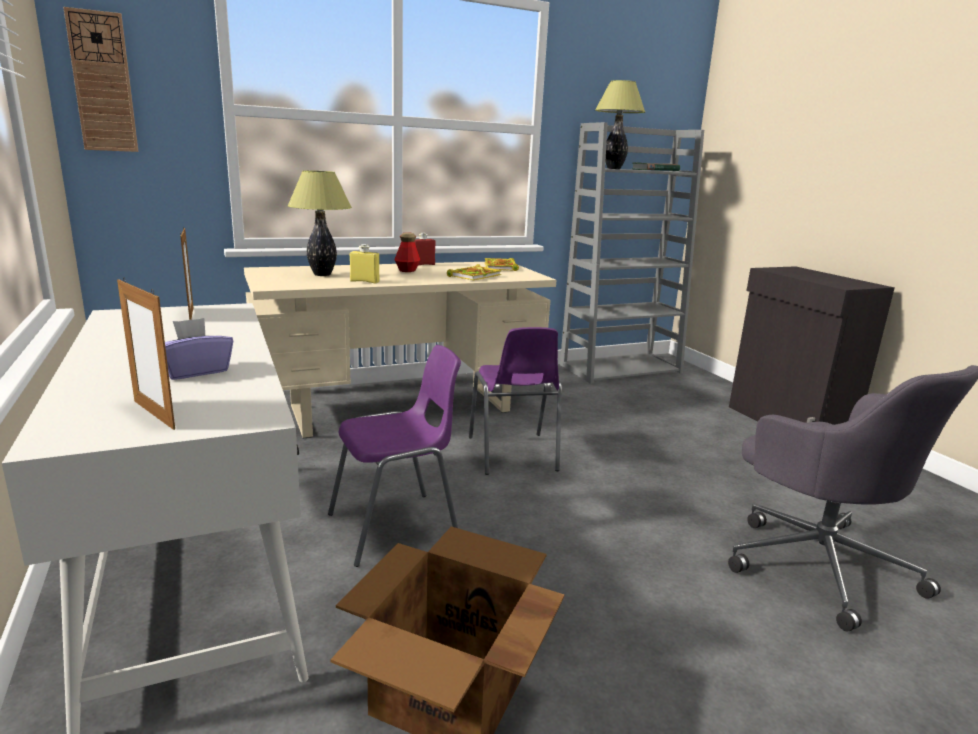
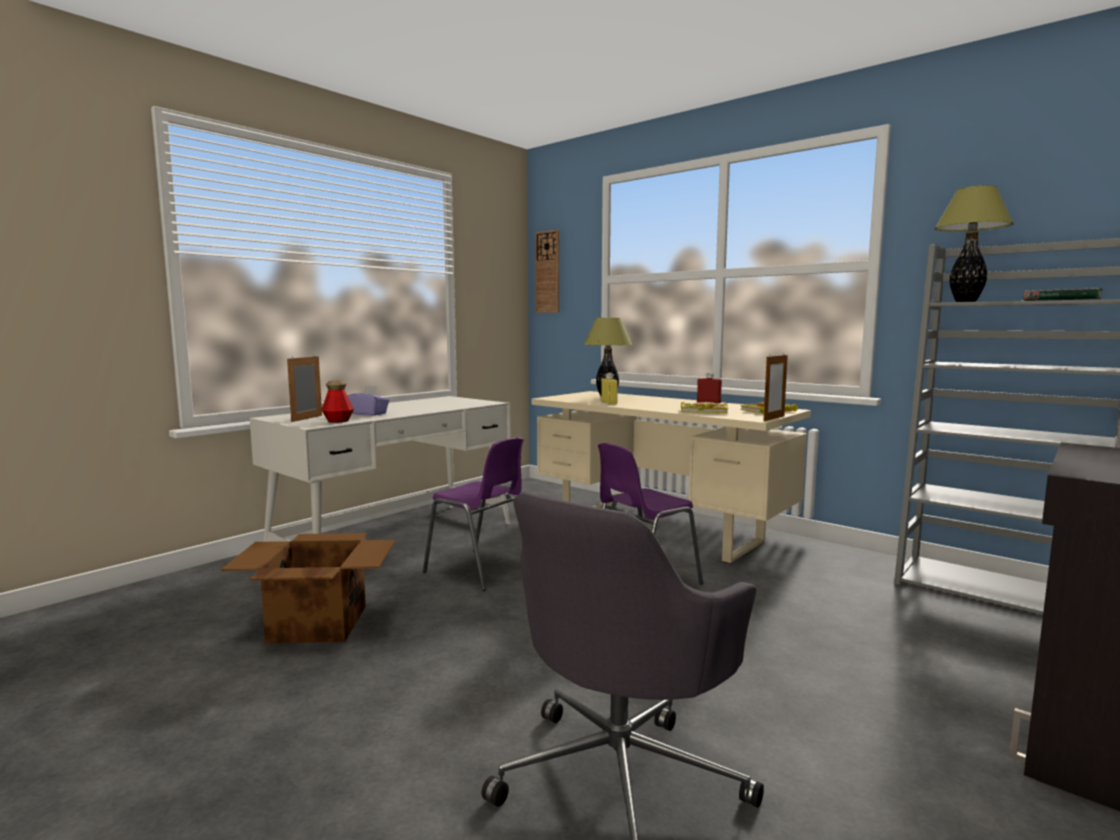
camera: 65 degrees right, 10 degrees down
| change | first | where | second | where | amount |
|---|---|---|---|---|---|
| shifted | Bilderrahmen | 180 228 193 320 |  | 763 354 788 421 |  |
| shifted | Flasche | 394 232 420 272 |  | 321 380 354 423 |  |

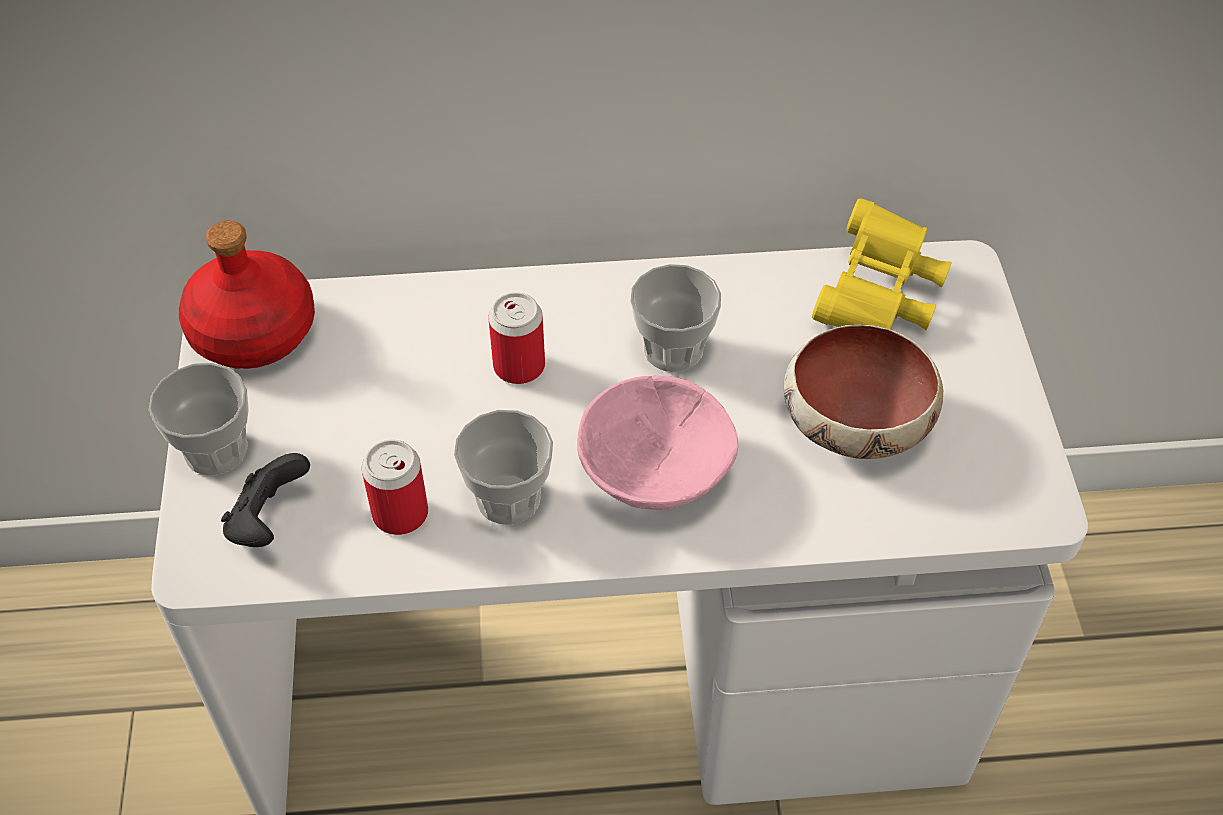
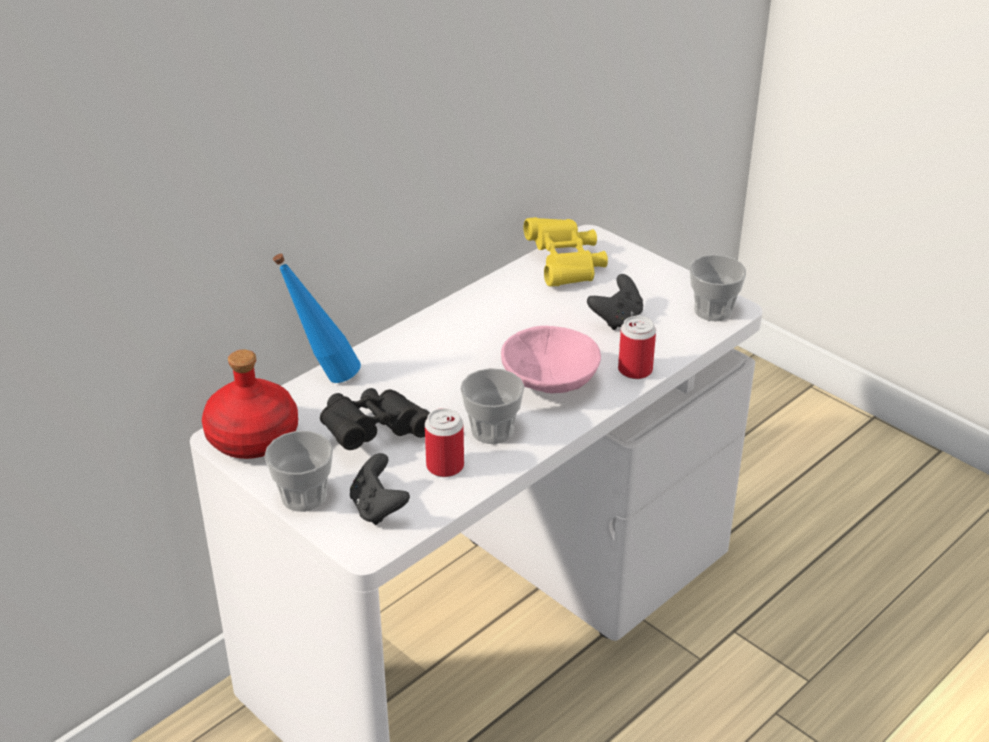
camera: 40 degrees left, 15 degrees down
| change | first | where | second | where | amount |
|---|---|---|---|---|---|
| shifted | Tasse | 630 264 721 372 |  | 690 255 746 321 |  |
| shifted | Dose | 488 292 545 384 |  | 618 316 656 379 |  |
| swapped | Schüssel | 784 325 943 459 | Gamepad [schwarz] | 587 274 643 330 |  |
| new |  |  | Flasche [blau] | 273 254 361 383 |  |
| new |  |  | Fernglas [schwarz] | 320 388 430 450 |  |

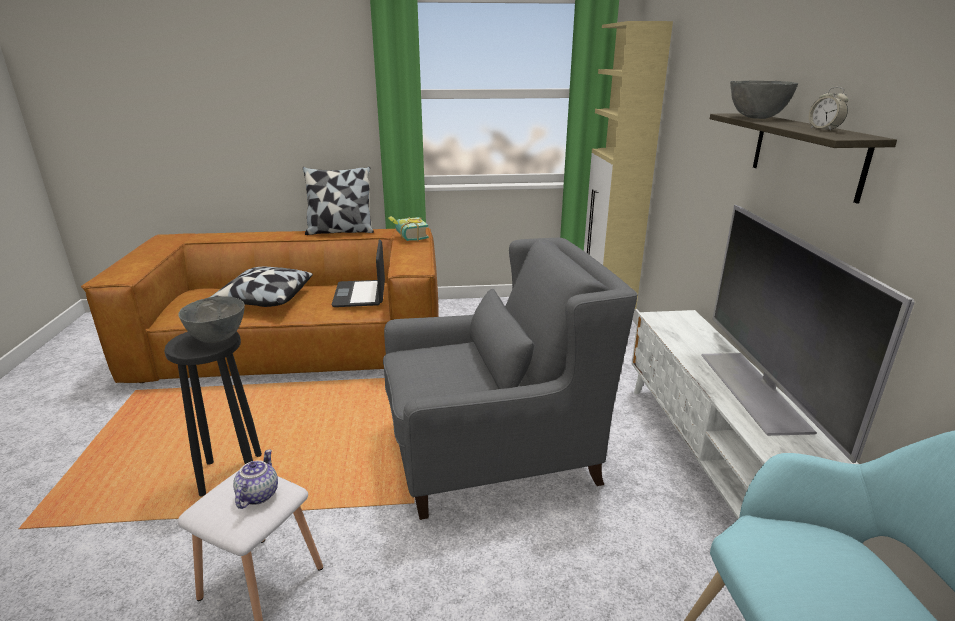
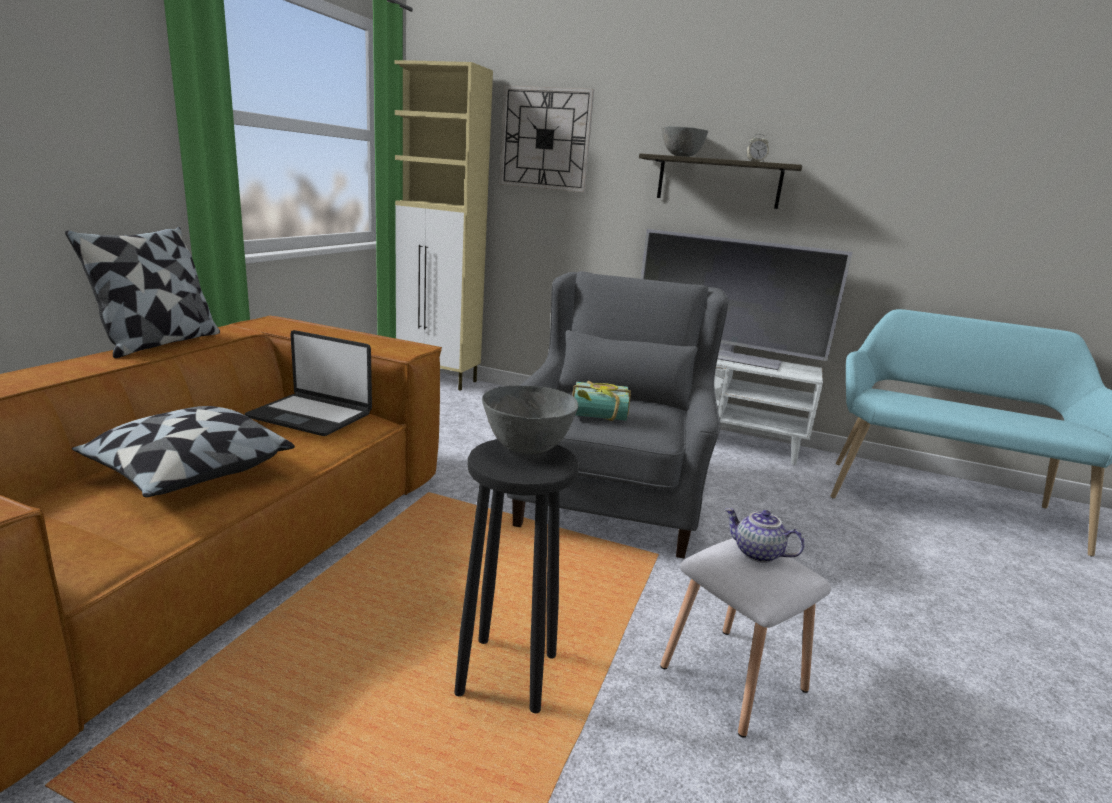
camera: 65 degrees left, 5 degrees down
| change | first | where | second | where | amount |
|---|---|---|---|---|---|
| shifted | Buch | 388 216 429 242 |  | 572 381 631 421 |  |
| new |  |  | Wanduhr | 500 86 594 192 |  |

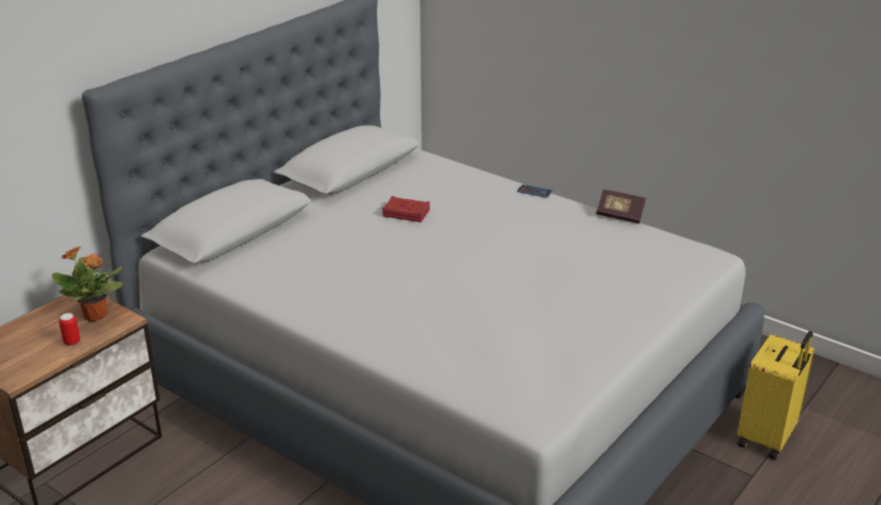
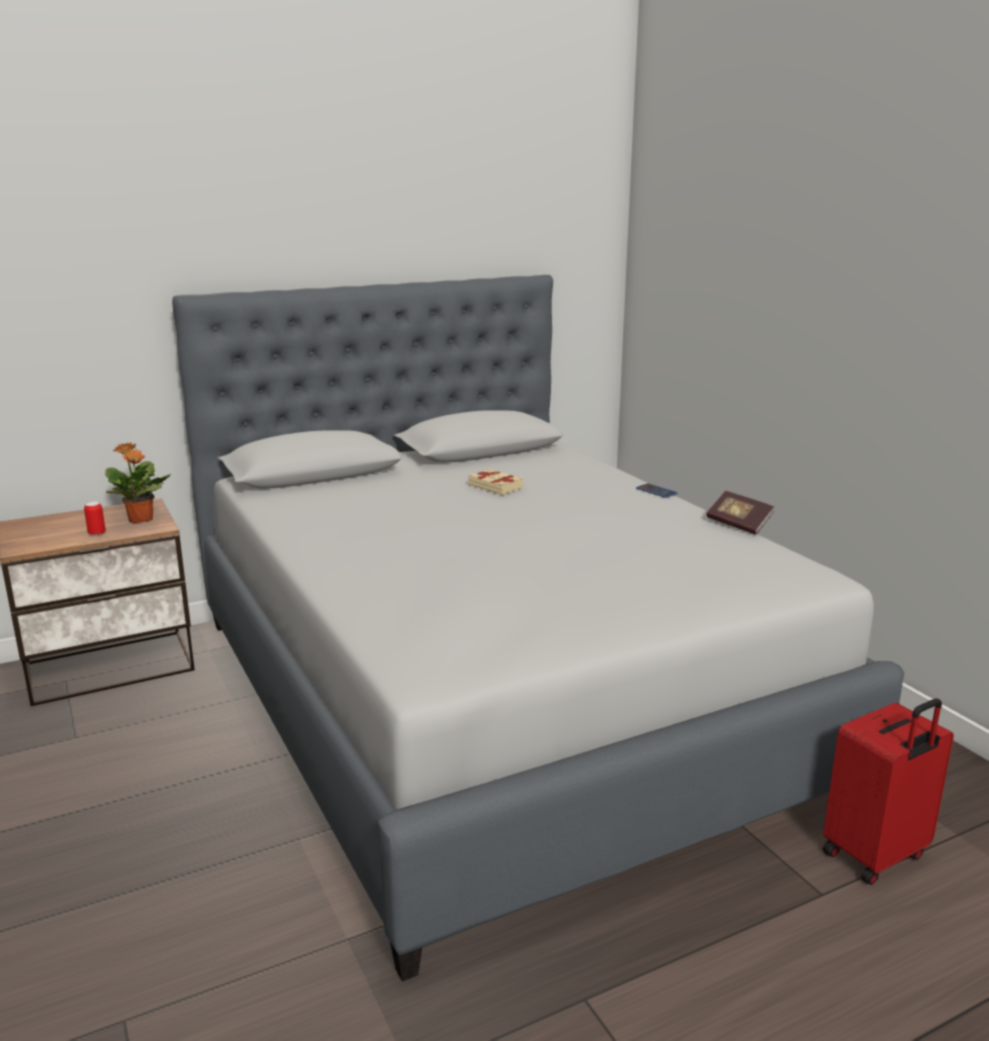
camera: 25 degrees right, 10 degrees down
| change | first | where | second | where | amount |
|---|---|---|---|---|---|
| repainted | Buch [rot] | 382 196 430 222 | Buch [beige] | 468 468 523 495 |  |
| repainted | Koffer [gelb] | 737 331 815 460 | Koffer [rot] | 823 698 954 885 |  |

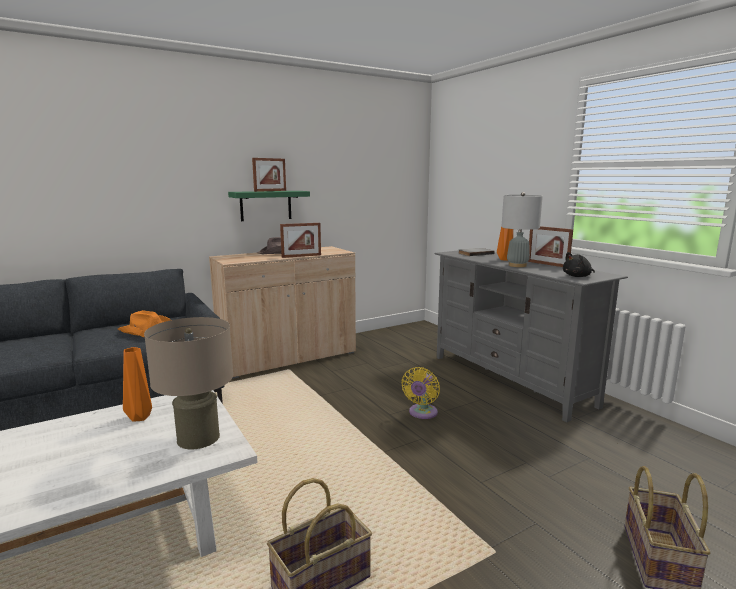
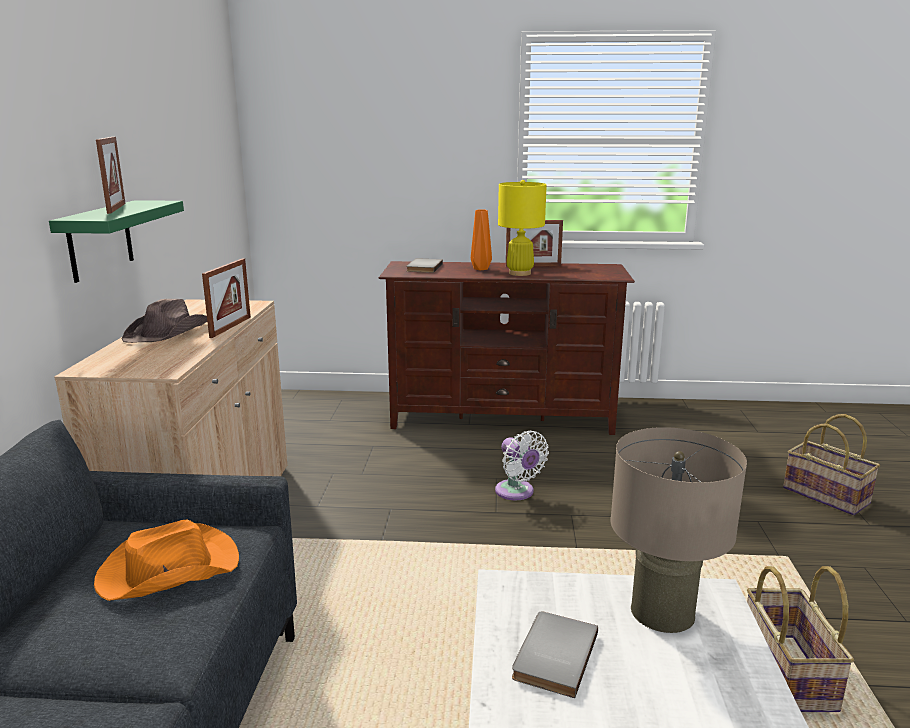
camera: 55 degrees left, 5 degrees up
| change | first | where | second | where | amount |
|---|---|---|---|---|---|
| repainted | Tischlampe [grau] | 501 192 543 267 | Tischlampe [gelb] | 498 180 547 276 |  |
| repainted | Fernsehschrank [grau] | 435 250 628 422 | Fernsehschrank [braun] | 378 261 635 435 |  |
| gone | Plüschtier [schwarz] | 563 252 595 277 |  |  |  |
| swapped | Vase [orange] | 123 347 152 422 | Buch [grau] | 512 611 598 698 |  |
| repainted | Ventilator [gelb] | 401 367 440 419 | Ventilator [weiß] | 495 431 549 500 |  |

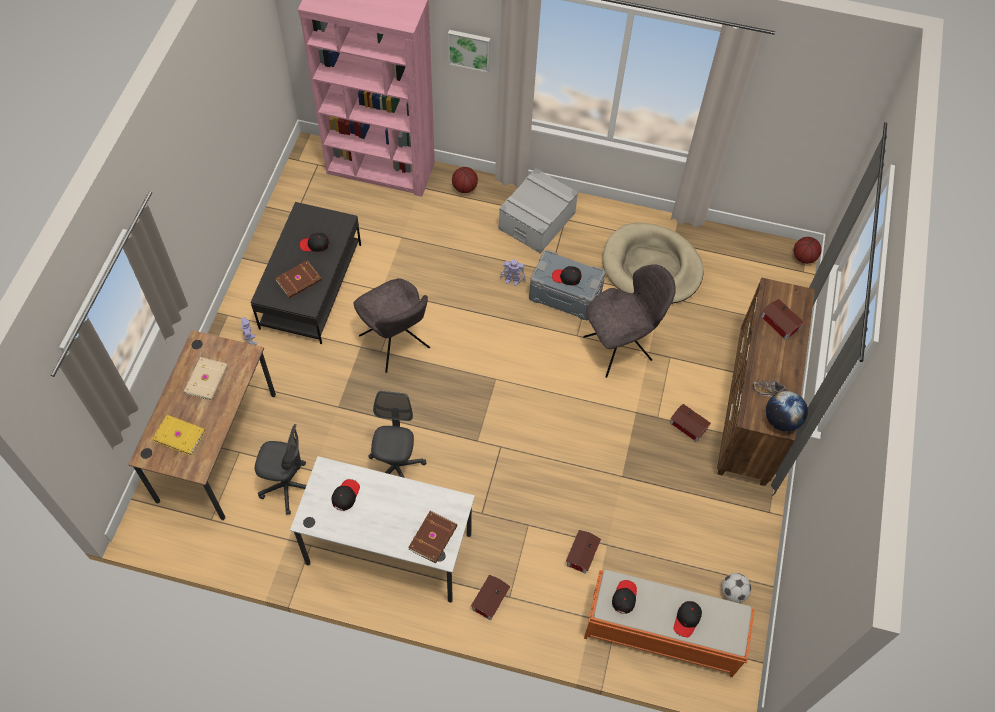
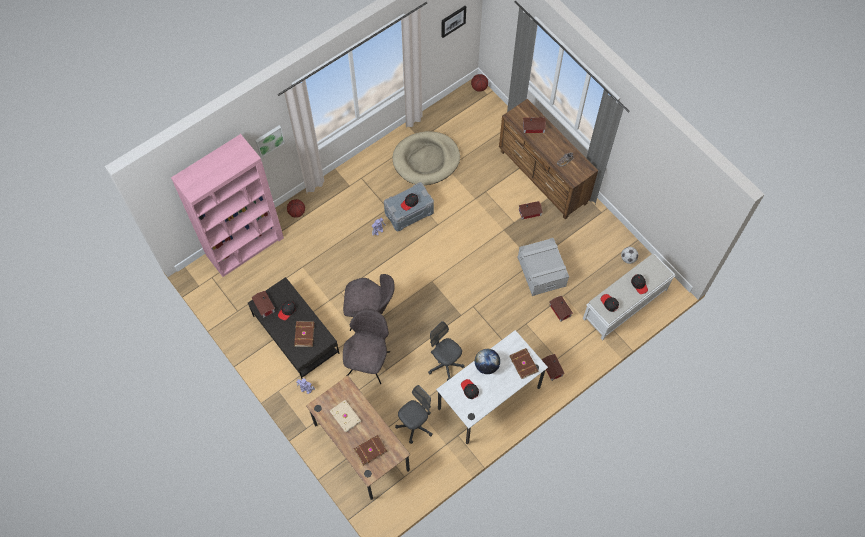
camera: 50 degrees left, 5 degrees up
| change | first | where | second | where | amount |
|---|---|---|---|---|---|
| shifted | Aufbewahrungsbox [grau] | 498 168 578 254 |  | 517 238 569 296 |  |
| shifted | Stuhl [grau] | 583 264 676 378 |  | 343 309 390 384 |  |
| shifted | Globus | 766 391 808 431 |  | 475 349 500 374 |  |
| repainted | Buch [gelb] | 152 415 206 456 | Buch [braun] | 354 435 387 466 |  |
| repainted | Bank [orange] | 584 570 755 677 | Bank [weiß] | 583 254 675 340 |  |
| new |  |  | Bild | 441 6 466 38 |  |
| new |  |  | Spielzeughaus | 251 291 275 318 |  |

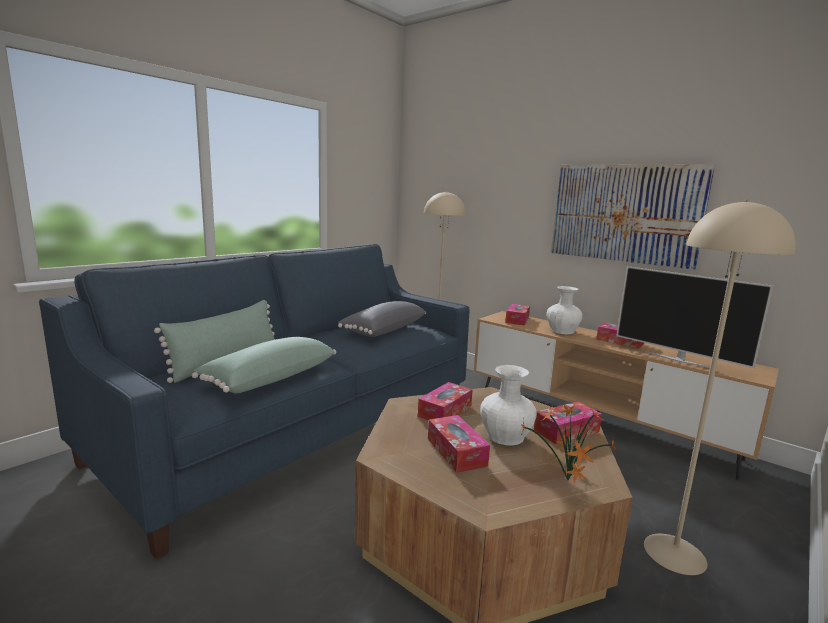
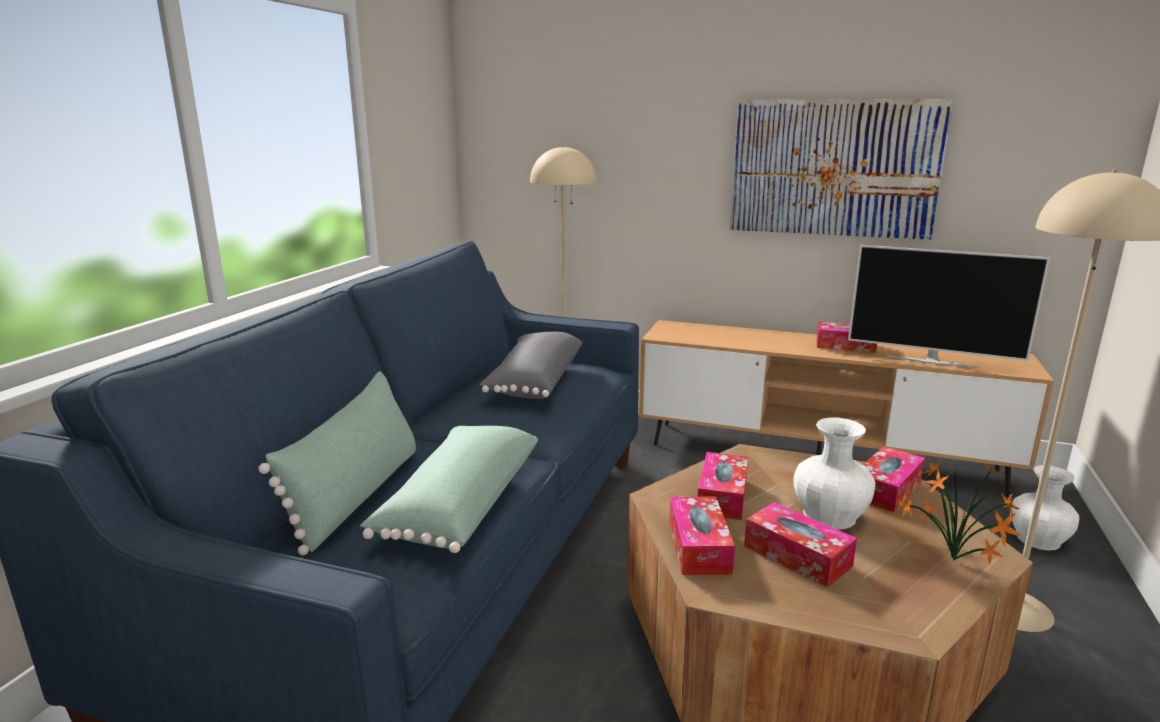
camera: 20 degrees left, 5 degrees up
| change | first | where | second | where | amount |
|---|---|---|---|---|---|
| shifted | Vase [weiß] | 547 286 583 334 |  | 1010 465 1080 551 |  |
| shifted | Taschentuchbox | 505 304 530 326 |  | 669 497 735 575 |  |

